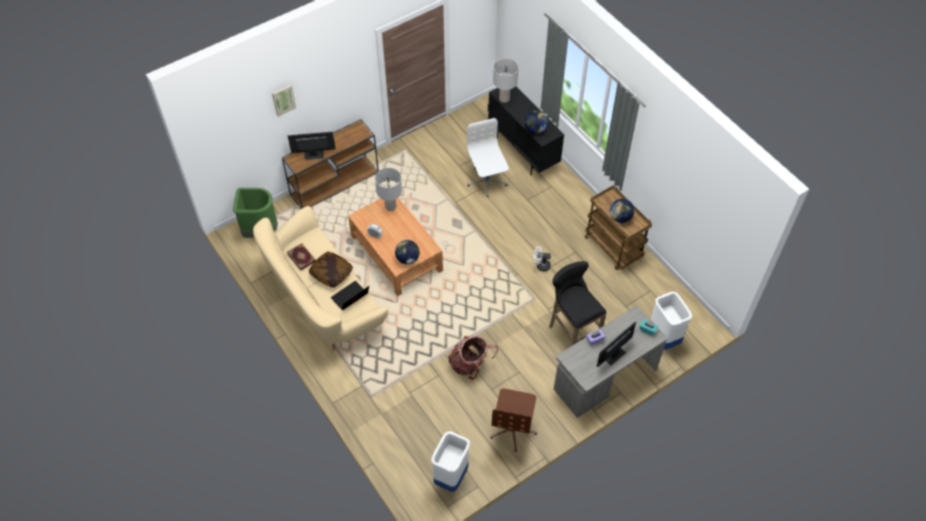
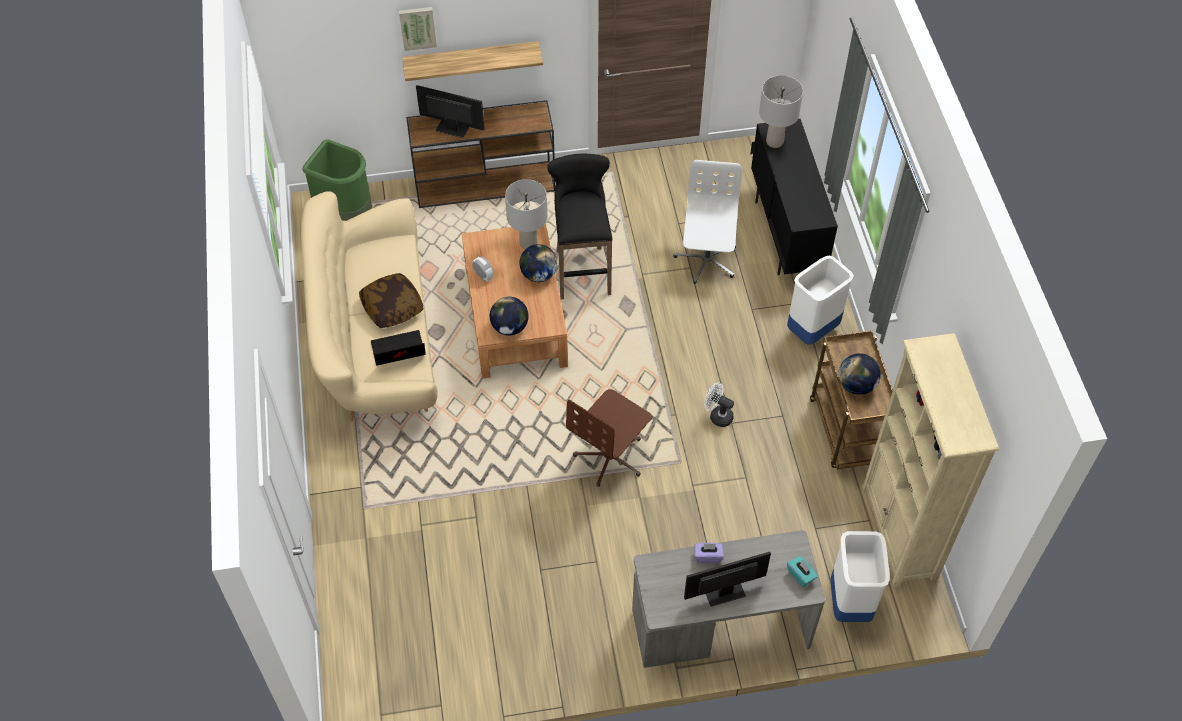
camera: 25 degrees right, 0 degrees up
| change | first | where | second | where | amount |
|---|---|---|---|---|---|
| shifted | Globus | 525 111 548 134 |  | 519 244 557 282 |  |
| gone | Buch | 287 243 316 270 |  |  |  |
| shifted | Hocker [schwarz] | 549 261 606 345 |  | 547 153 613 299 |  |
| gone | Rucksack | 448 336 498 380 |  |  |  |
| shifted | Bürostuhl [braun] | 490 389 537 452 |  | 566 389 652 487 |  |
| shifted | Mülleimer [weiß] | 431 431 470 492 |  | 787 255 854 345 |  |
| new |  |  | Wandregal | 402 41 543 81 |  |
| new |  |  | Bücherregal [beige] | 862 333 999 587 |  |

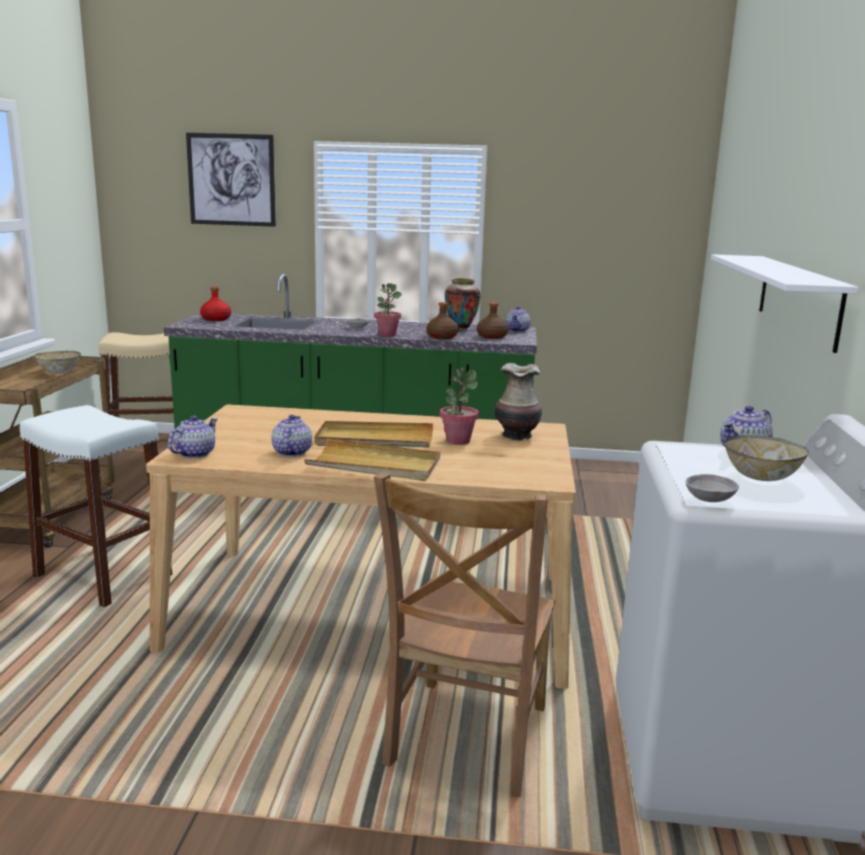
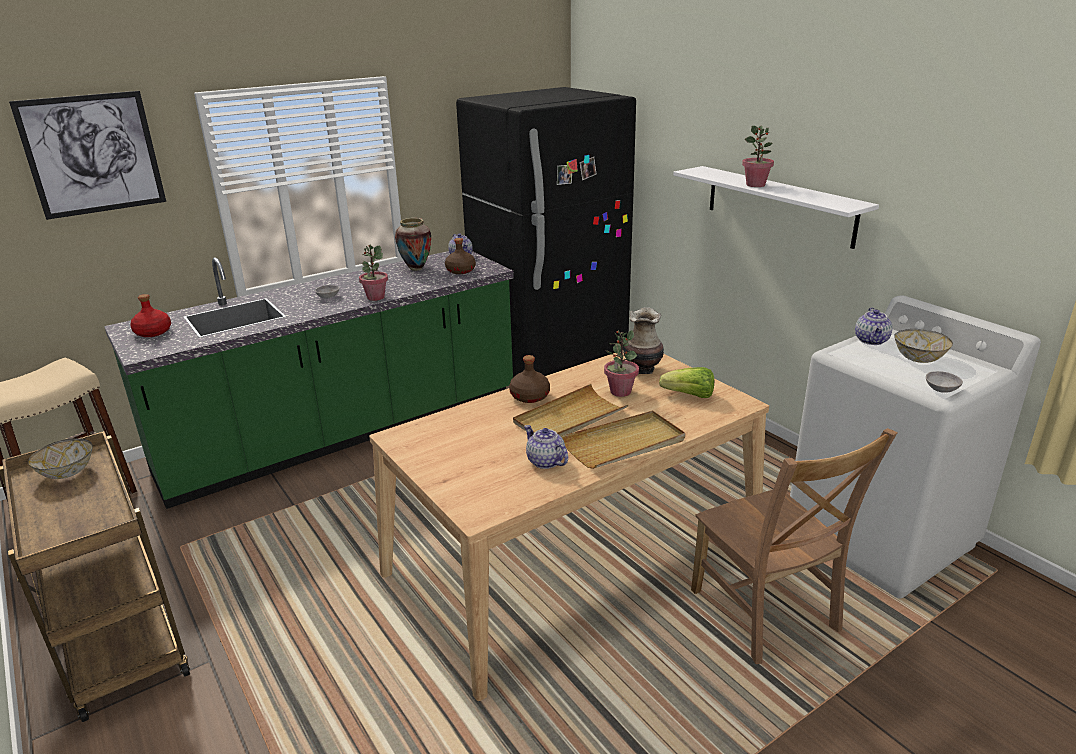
camera: 40 degrees left, 10 degrees up
| change | first | where | second | where | amount |
|---|---|---|---|---|---|
| shifted | Flasche [braun] | 426 302 459 339 |  | 509 355 550 403 |  |
| gone | Hocker [weiß] | 20 405 173 607 |  |  |  |
| gone | Teekanne | 168 416 218 458 |  |  |  |
| new |  |  | Kühlschrank [schwarz] | 456 87 636 377 |  |
| new |  |  | Topfpflanze | 742 125 774 187 |  |
| new |  |  | Salatkopf | 659 367 714 398 |  |

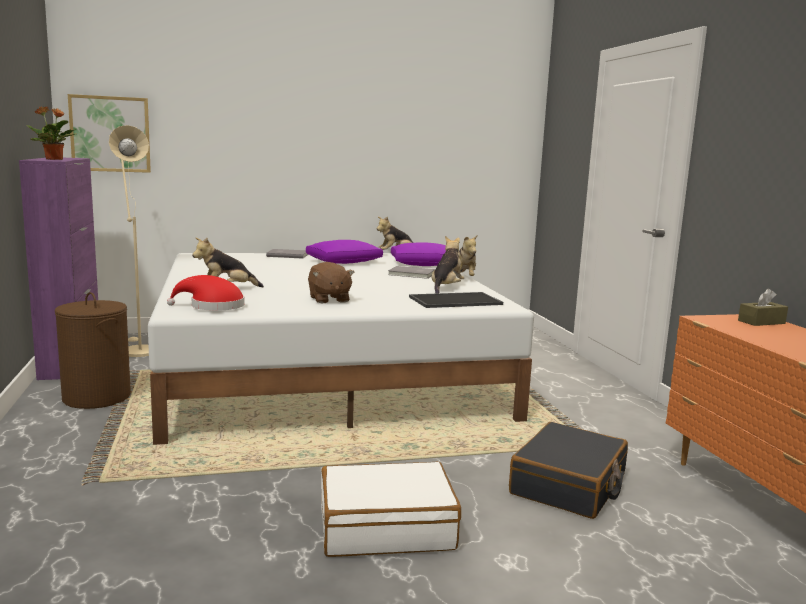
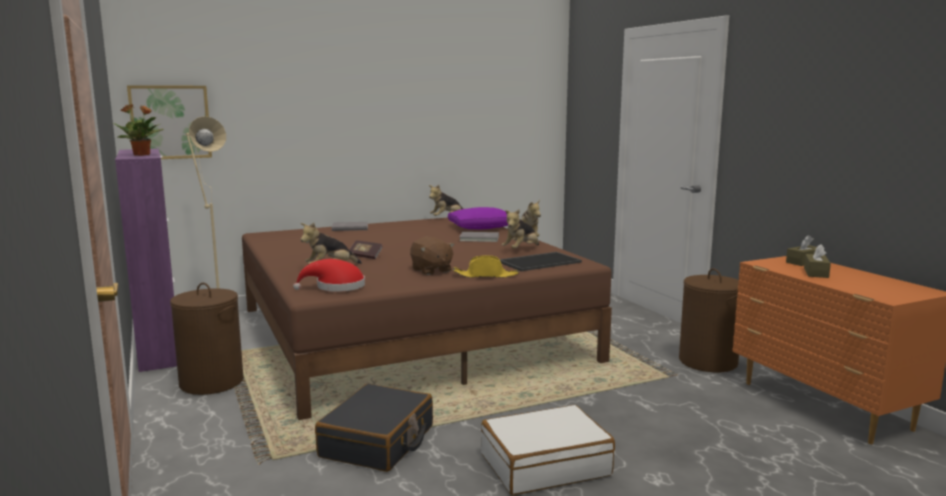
camera: 10 degrees left, 0 degrees up
| change | first | where | second | where | amount |
|---|---|---|---|---|---|
| rotated | Plüschtier | 432 236 464 294 |  | 502 209 539 249 | 150 degrees counterclockwise |
| gone | Kissen [lila] | 306 240 383 264 |  |  |  |
| repainted | Bett [weiß] | 148 253 534 445 | Bett [braun] | 242 218 612 420 |  |
| shifted | Koffer [schwarz] | 509 422 628 519 |  | 315 384 433 472 |  |
| new |  |  | Buch | 349 240 383 259 |  |
| new |  |  | Taschentuchbox [braun] | 804 244 831 278 |  |
| new |  |  | Hut [gelb] | 453 255 519 278 |  |
| new |  |  | Wäschekorb [braun] | 679 268 739 372 |  |

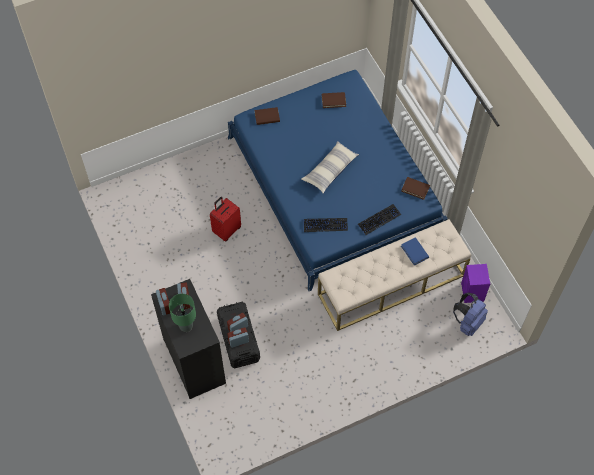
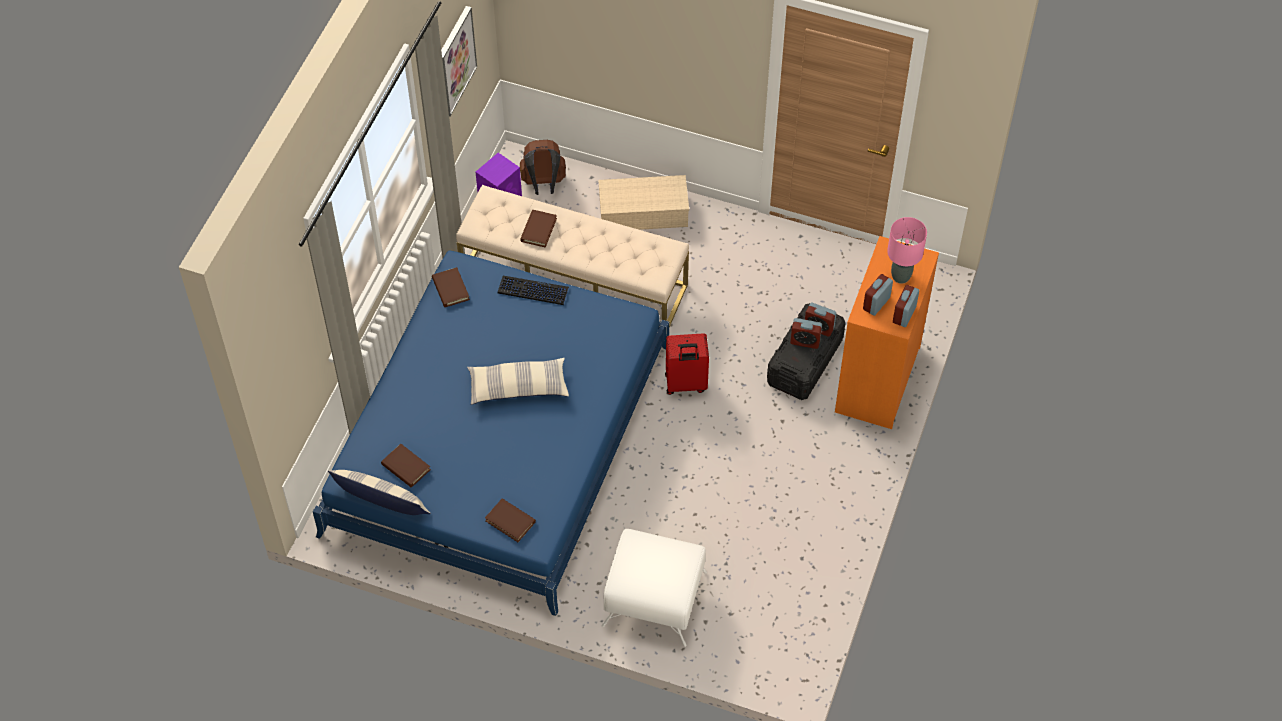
camera: 135 degrees left, 5 degrees down
| change | first | where | second | where | amount |
|---|---|---|---|---|---|
| shifted | Koffer [rot] | 210 197 241 241 |  | 665 333 709 395 |  |
| gone | Tastatur | 304 218 348 232 |  |  |  |
| repainted | Buch [blau] | 401 237 429 266 | Buch [braun] | 520 210 557 248 |  |
| repainted | Kommode [schwarz] | 151 279 226 399 | Kommode [orange] | 835 236 939 429 |  |
| repainted | Rucksack [blau] | 453 293 488 336 | Rucksack [braun] | 520 140 566 195 |  |
| repainted | Tischlampe [grün] | 169 294 196 332 | Tischlampe [rosa] | 887 217 927 284 |  |
| new |  |  | Bild | 441 6 477 117 |  |
| new |  |  | Aufbewahrungsbox [beige] | 598 175 689 230 |  |
| new |  |  | Kissen | 328 470 431 515 |  |
| new |  |  | Polsterhocker [weiß] | 601 529 707 647 |  |

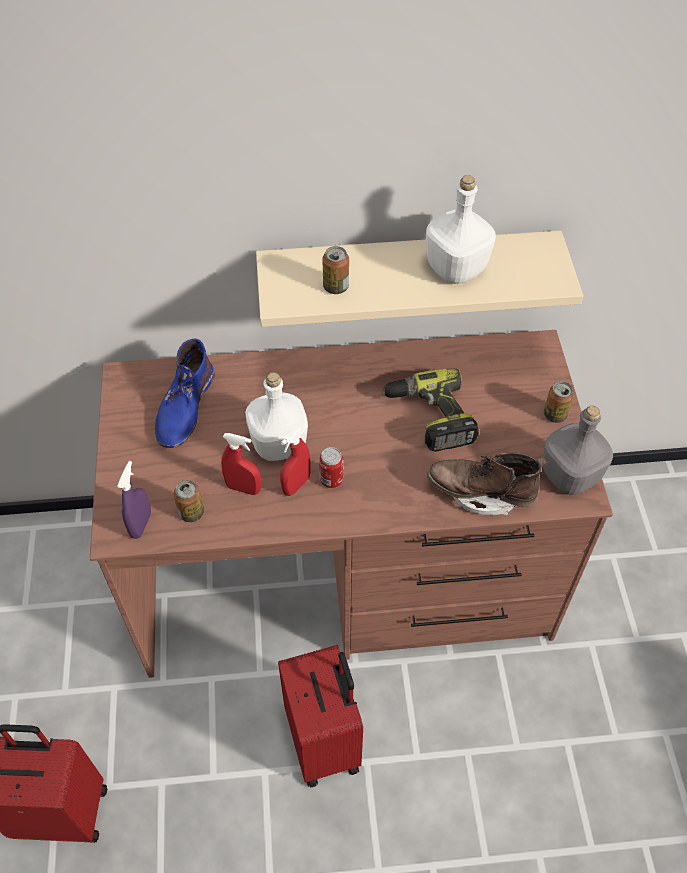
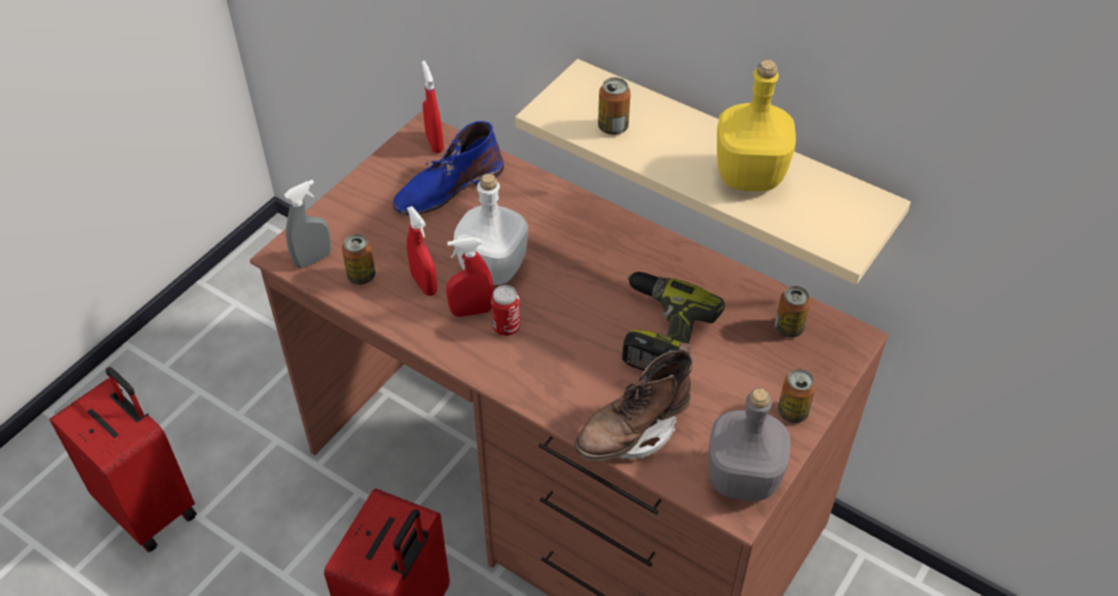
camera: 40 degrees right, 5 degrees down
| change | first | where | second | where | amount |
|---|---|---|---|---|---|
| repainted | Flasche [weiß] | 426 175 496 284 | Flasche [gelb] | 717 60 796 191 |  |
| rotated | Stiefel [braun] | 427 452 547 515 |  | 575 342 693 461 | 90 degrees counterclockwise |
| repainted | Sprühflasche [lila] | 117 461 151 539 | Sprühflasche [grau] | 284 180 331 268 |  |
| new |  |  | Sprühflasche [rot] | 422 61 444 153 |  |
| new |  |  | Dose | 775 286 811 338 |  |

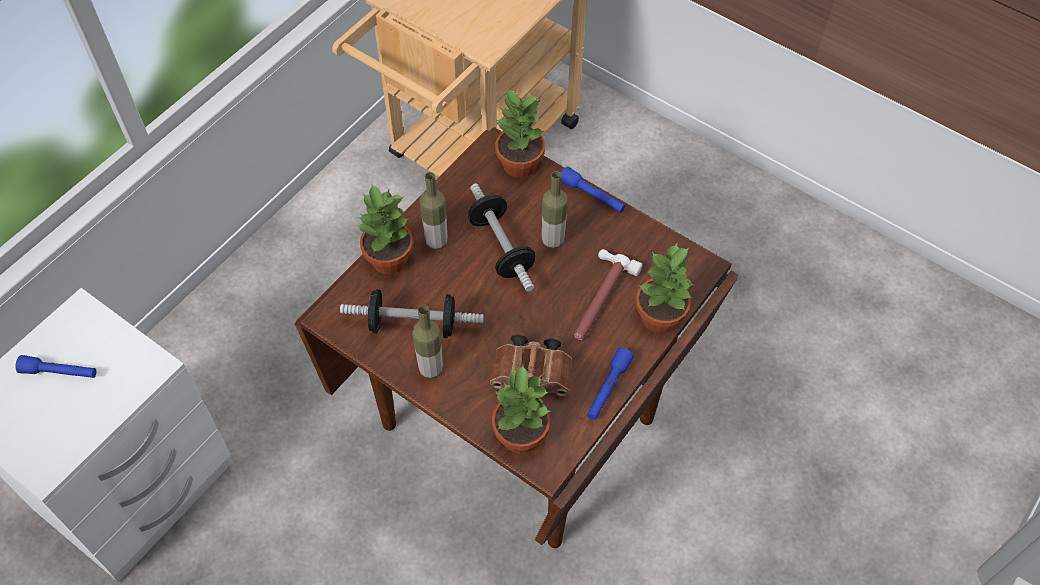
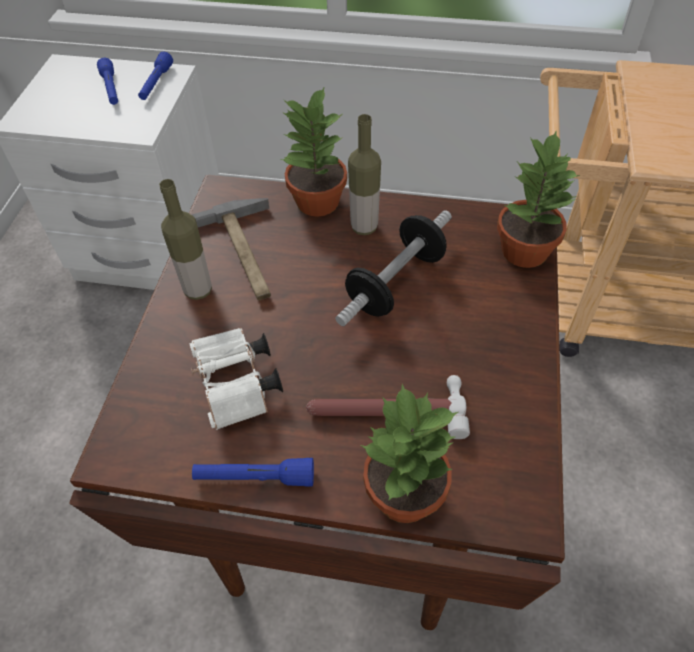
camera: 65 degrees right, 5 degrees down
| change | first | where | second | where | amount |
|---|---|---|---|---|---|
| shifted | Taschenlampe [blau] | 561 166 625 213 |  | 138 52 173 100 |  |
| gone | Flasche | 542 171 568 249 |  |  |  |
| swapped | Hantel | 340 289 484 338 | Hammer | 192 198 271 301 |  |
| repainted | Fernglas [braun] | 490 335 572 396 | Fernglas [weiß] | 189 327 283 430 |  |
| gone | Topfpflanze | 492 365 551 453 |  |  |  |

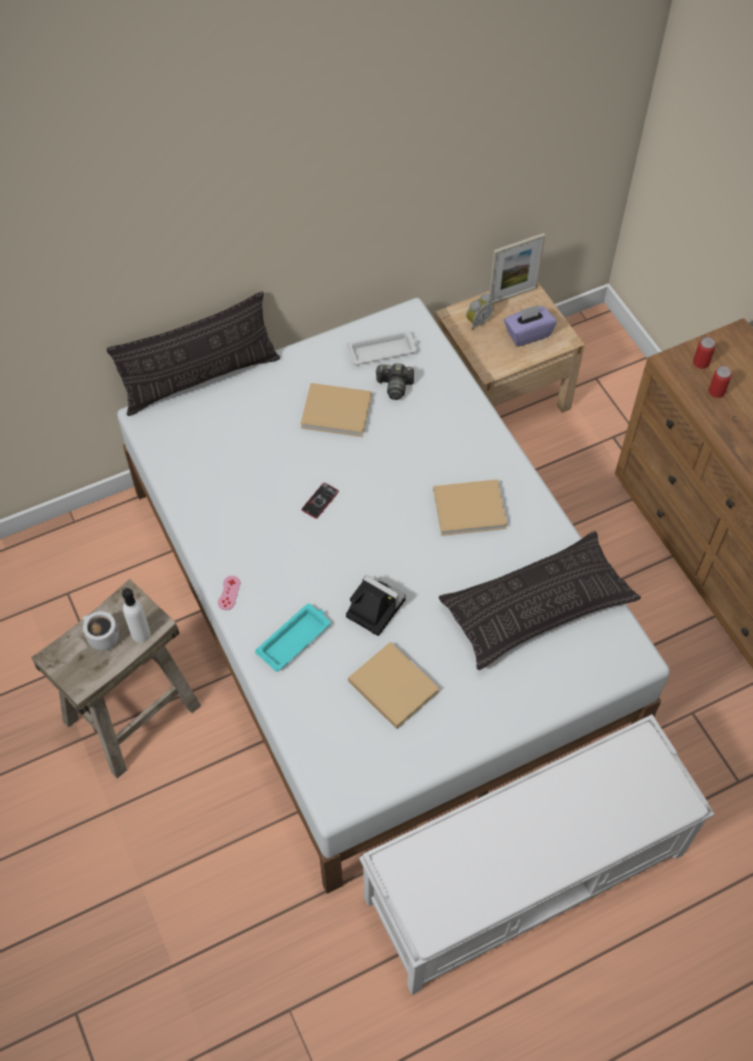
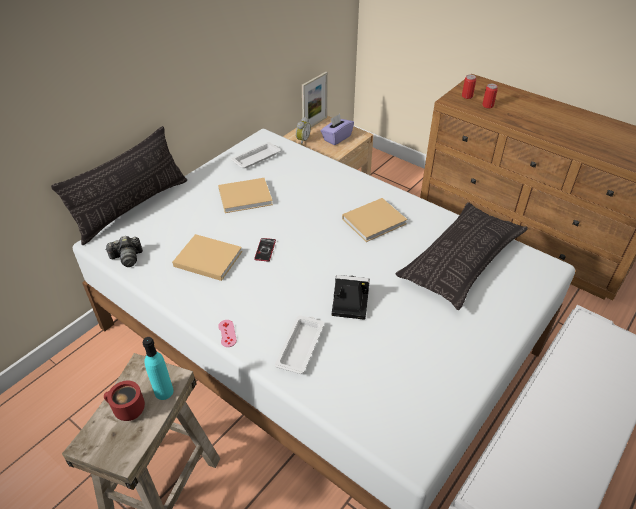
camera: 25 degrees left, 15 degrees down
| change | first | where | second | where | amount |
|---|---|---|---|---|---|
| shifted | Kamera | 375 363 414 400 |  | 105 236 143 267 |  |
| repainted | Flasche [weiß] | 122 588 150 642 | Flasche [türkis] | 142 337 174 400 |  |
| repainted | Tablett [türkis] | 255 604 331 671 | Tablett [weiß] | 275 315 324 374 |  |
| repainted | Henkelbecher [weiß] | 83 611 119 651 | Henkelbecher [rot] | 104 381 145 421 |  |
| shifted | Buch [beige] | 348 642 440 729 |  | 172 234 242 281 |  |

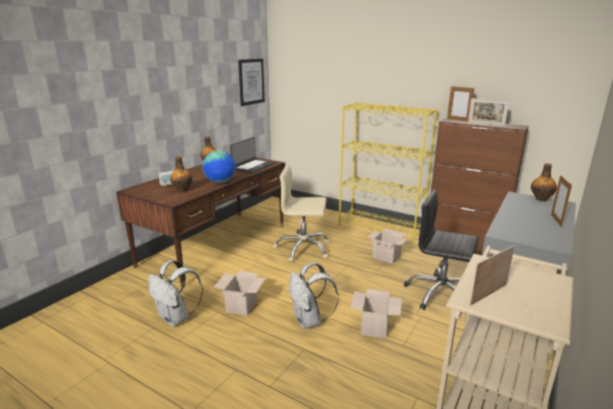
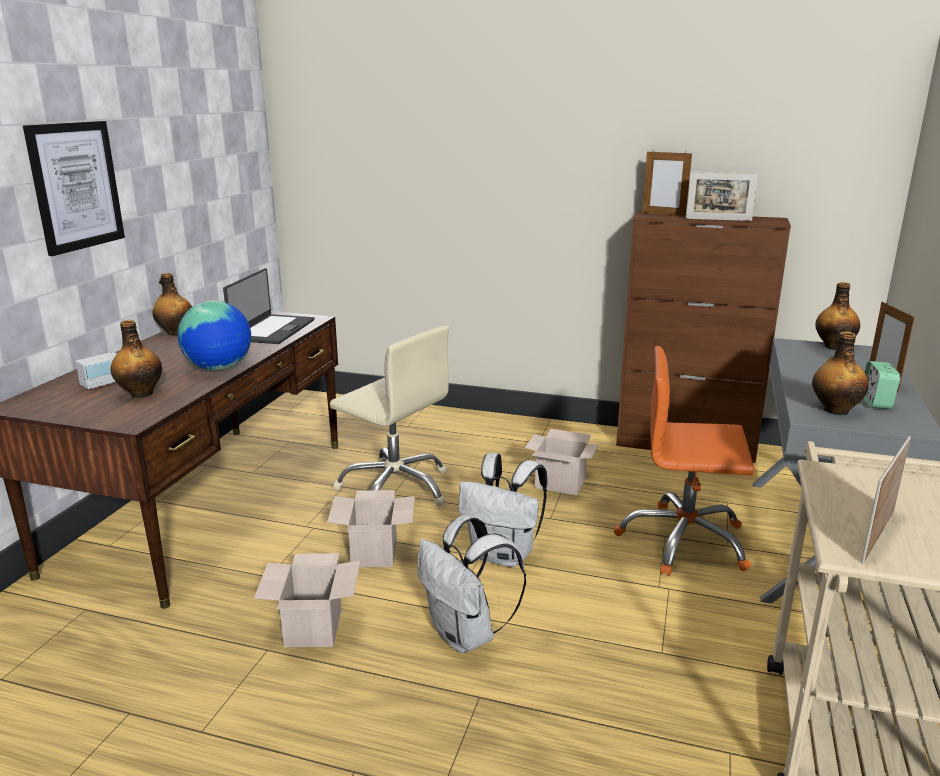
camera: 15 degrees left, 0 degrees up
| change | first | where | second | where | amount |
|---|---|---|---|---|---|
| shifted | Bild | 238 59 265 106 |  | 23 121 125 256 |  |
| gone | Bücherregal [gelb] | 339 102 438 243 |  |  |  |
| rotated | Bürostuhl [beige] | 273 164 330 262 |  | 330 325 449 507 | 135 degrees counterclockwise |
| repainted | Bürostuhl [schwarz] | 404 190 479 310 | Bürostuhl [orange] | 614 346 754 576 |  |
| shifted | Rucksack [weiß] | 148 260 203 326 |  | 458 453 548 567 |  |
| shifted | Karton | 350 289 402 339 |  | 327 490 415 567 |  |
| new |  |  | Flasche | 812 331 869 415 |  |
| new |  |  | Wecker | 863 361 900 409 |  |

